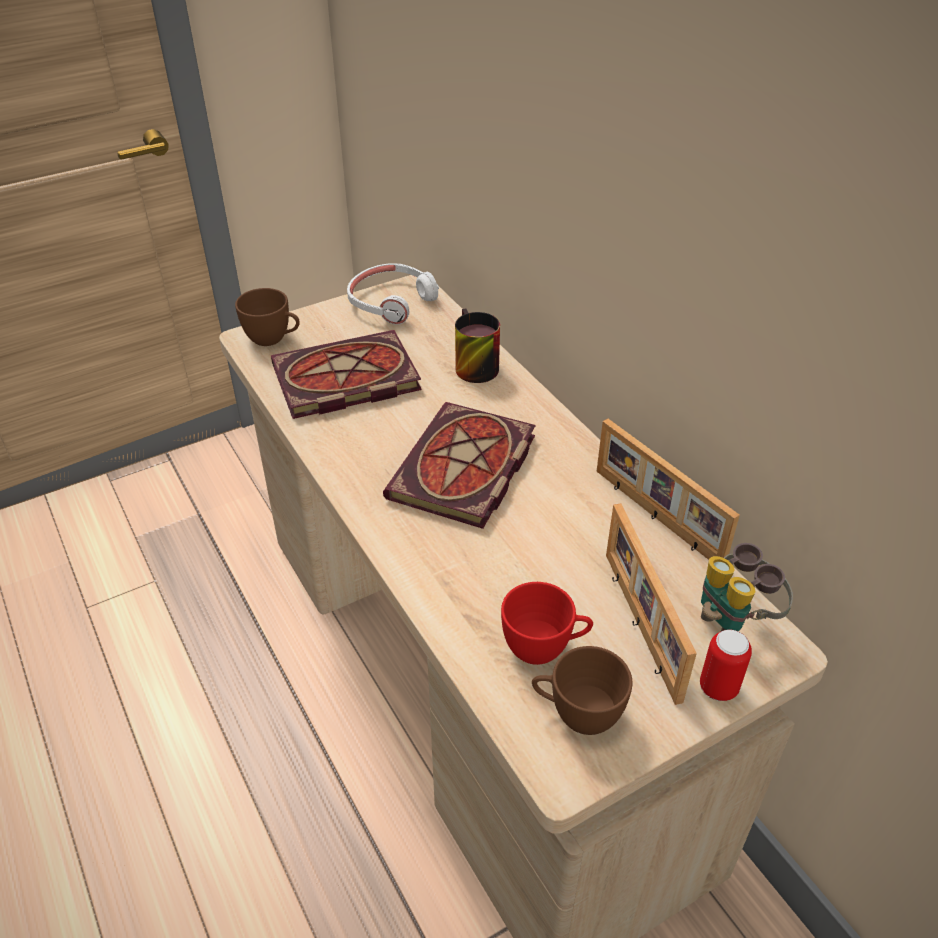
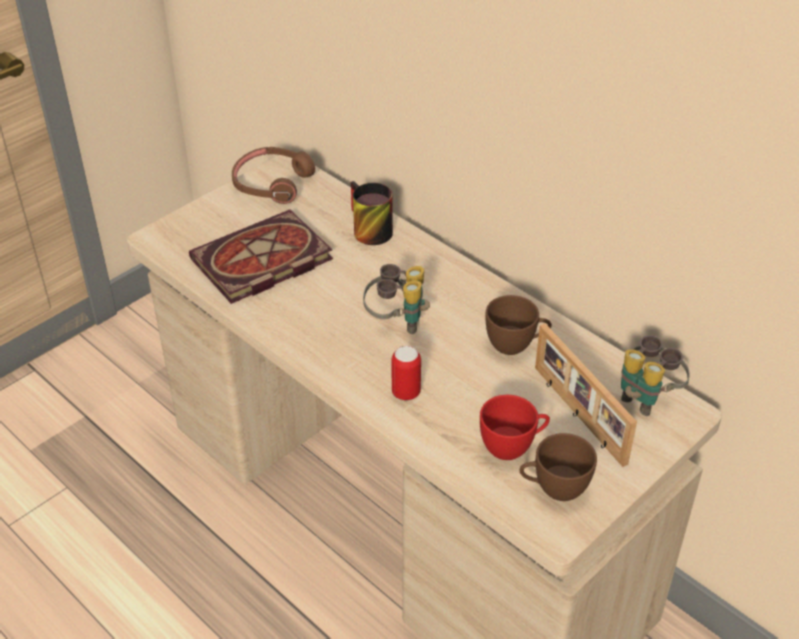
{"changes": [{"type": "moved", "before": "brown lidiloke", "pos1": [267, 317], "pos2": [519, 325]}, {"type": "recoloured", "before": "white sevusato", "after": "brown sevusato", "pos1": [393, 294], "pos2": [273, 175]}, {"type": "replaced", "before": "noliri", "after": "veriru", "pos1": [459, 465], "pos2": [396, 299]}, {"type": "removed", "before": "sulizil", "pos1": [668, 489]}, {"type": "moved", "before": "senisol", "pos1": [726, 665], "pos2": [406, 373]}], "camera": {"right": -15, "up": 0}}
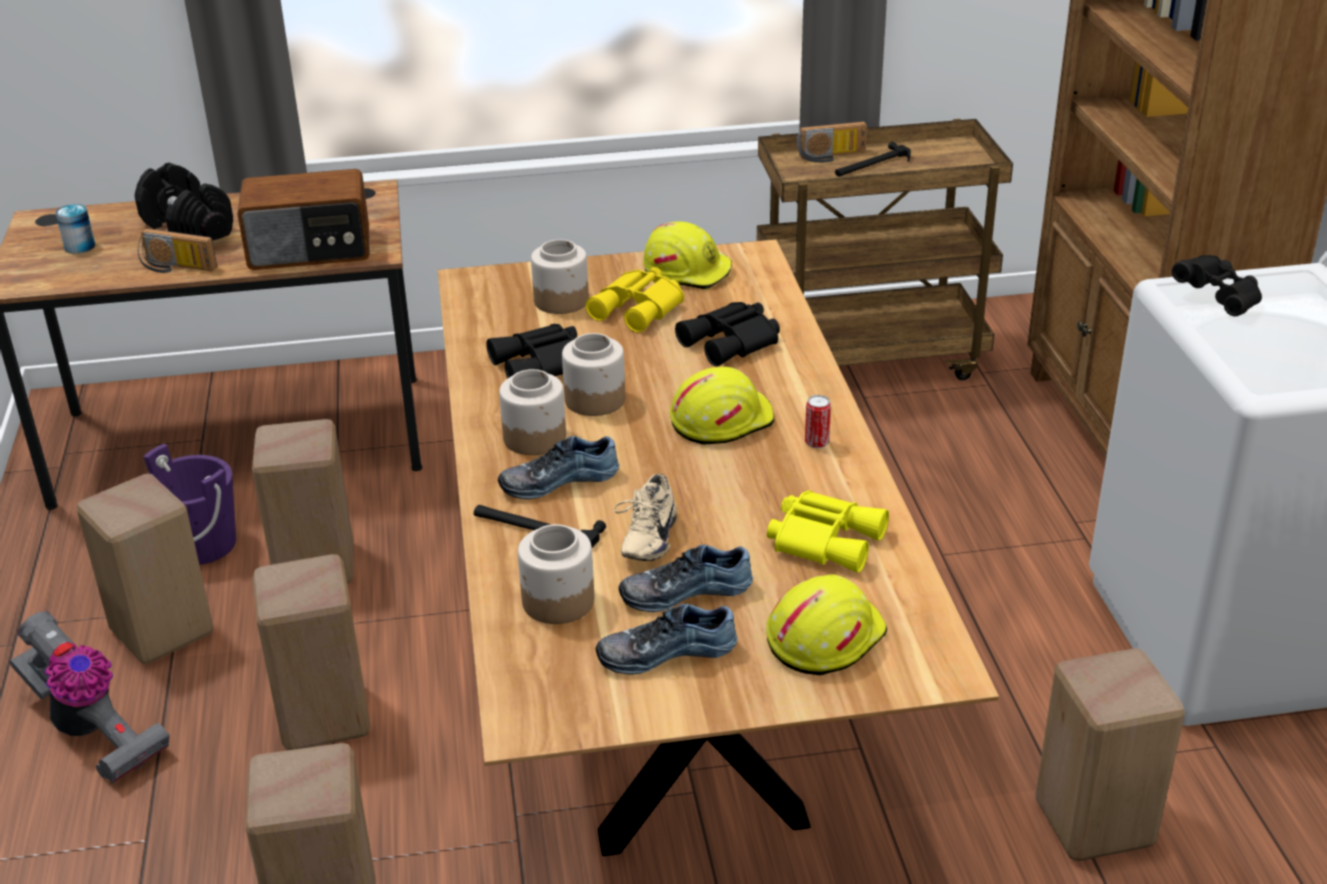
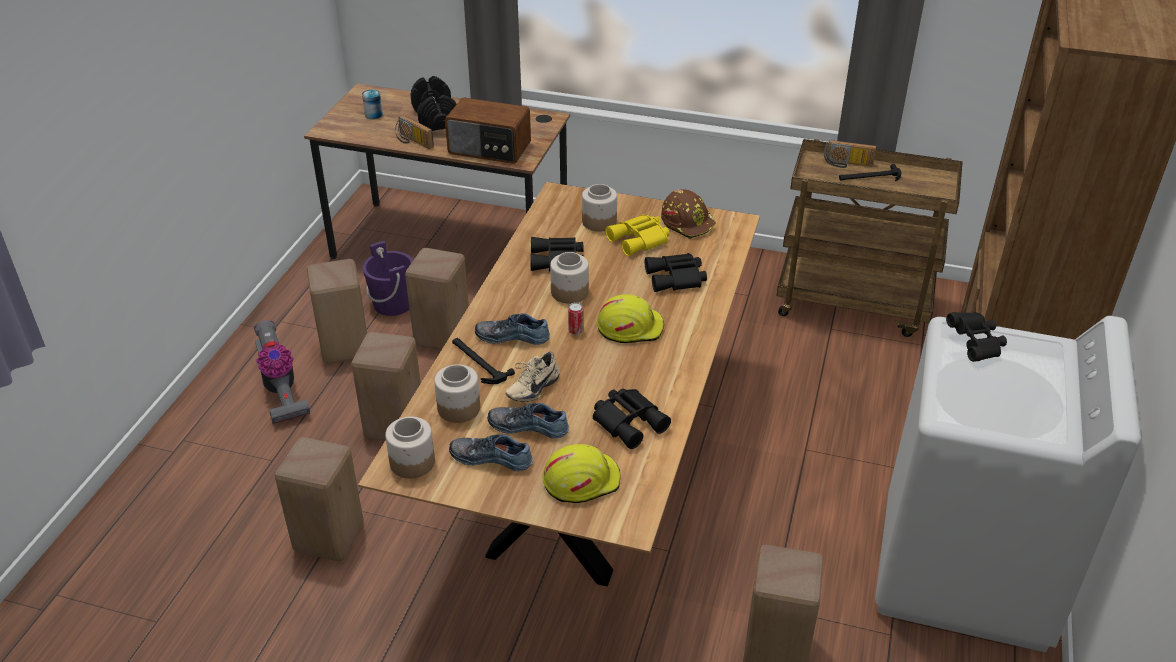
{"changes": [{"type": "moved", "before": "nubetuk", "pos1": [532, 412], "pos2": [410, 447]}, {"type": "recoloured", "before": "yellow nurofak", "after": "brown nurofak", "pos1": [687, 256], "pos2": [688, 214]}, {"type": "recoloured", "before": "yellow veriru", "after": "black veriru", "pos1": [828, 531], "pos2": [632, 419]}, {"type": "moved", "before": "senisol", "pos1": [818, 421], "pos2": [576, 318]}], "camera": {"right": 25, "up": 5}}
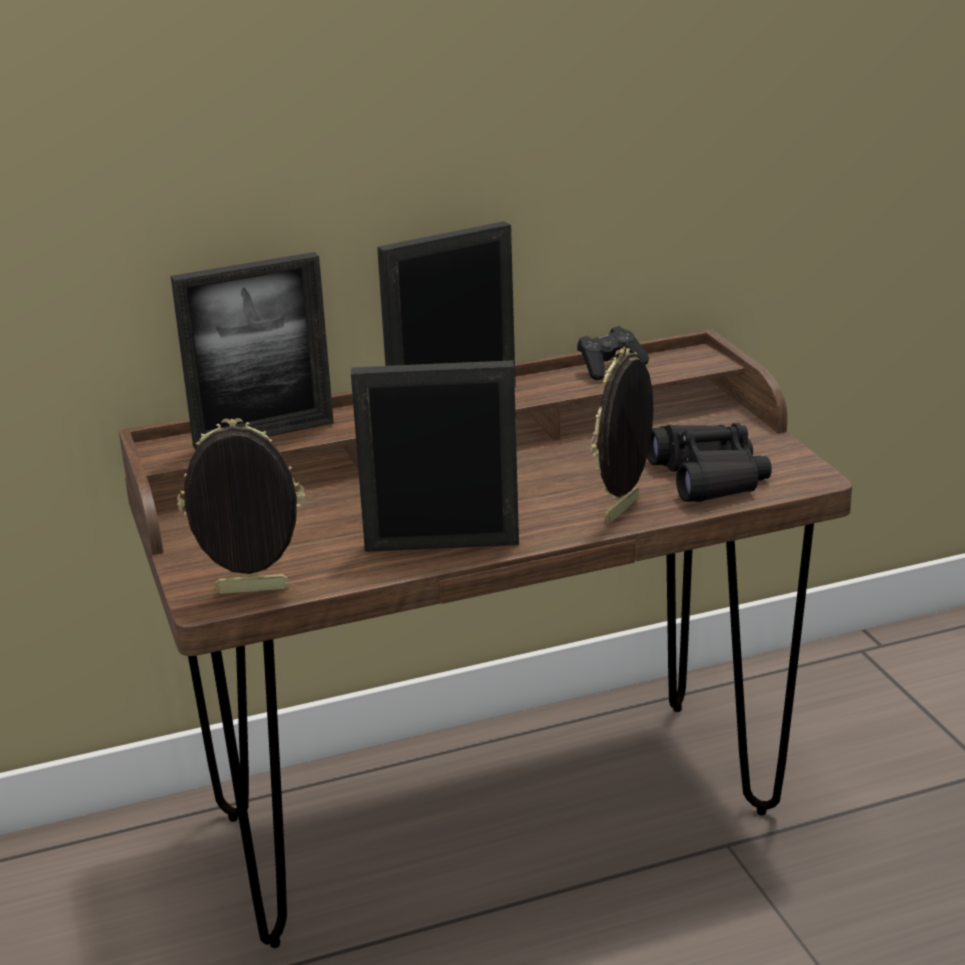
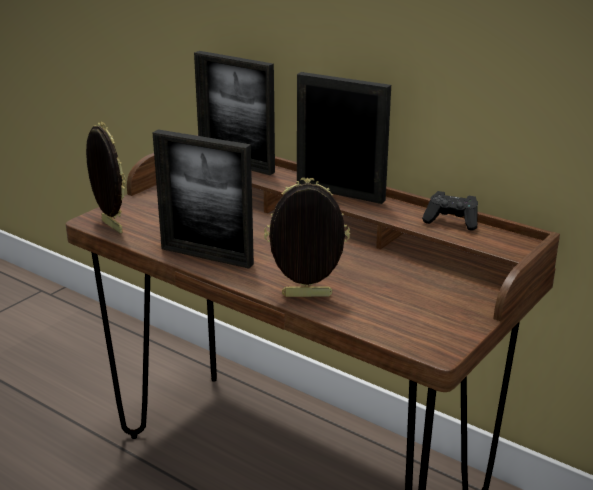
{"changes": [{"type": "turned", "before": "sulizil", "pos1": [435, 456], "pos2": [203, 199], "turn": 150}, {"type": "removed", "before": "black veriru", "pos1": [709, 462]}], "camera": {"right": 55, "up": 0}}
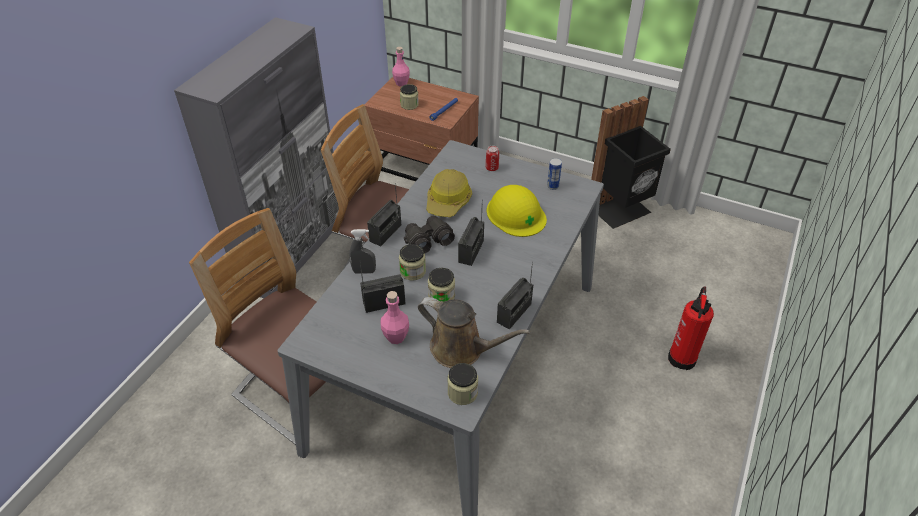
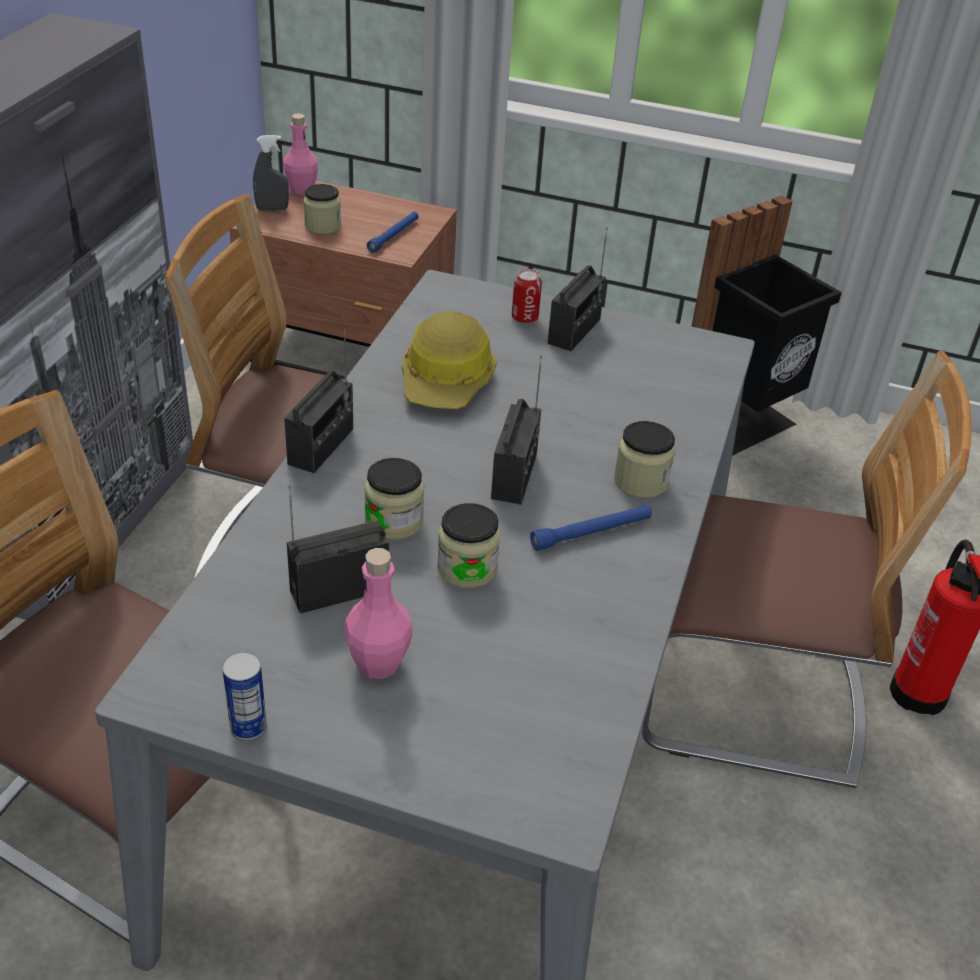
{"changes": [{"type": "moved", "before": "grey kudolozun", "pos1": [362, 251], "pos2": [271, 173]}, {"type": "removed", "before": "black veriru", "pos1": [429, 234]}, {"type": "removed", "before": "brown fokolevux", "pos1": [474, 332]}, {"type": "moved", "before": "nubetuk", "pos1": [462, 384], "pos2": [644, 459]}, {"type": "removed", "before": "yellow nurofak", "pos1": [517, 211]}, {"type": "moved", "before": "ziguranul", "pos1": [515, 296], "pos2": [577, 289]}, {"type": "moved", "before": "senisol", "pos1": [554, 174], "pos2": [244, 697]}, {"type": "added", "after": "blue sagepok", "pos2": [591, 528]}, {"type": "added", "after": "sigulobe", "pos2": [806, 569]}], "camera": {"right": -10, "up": -5}}
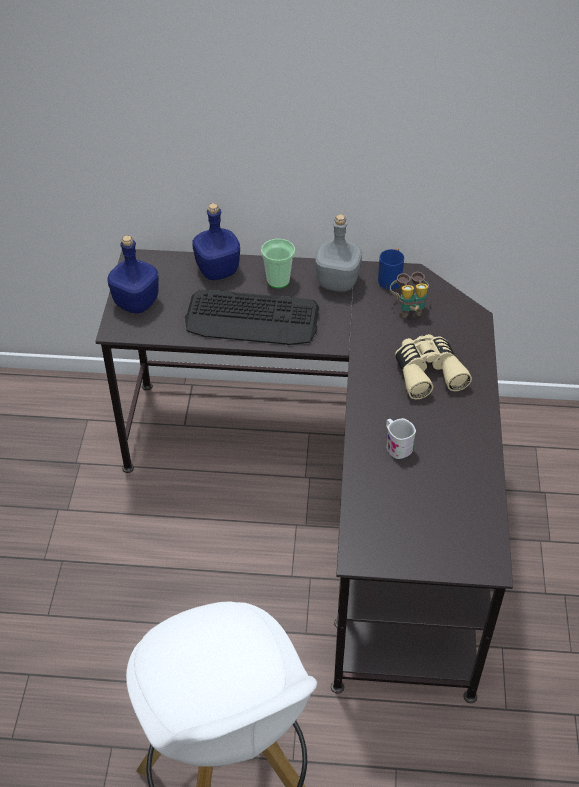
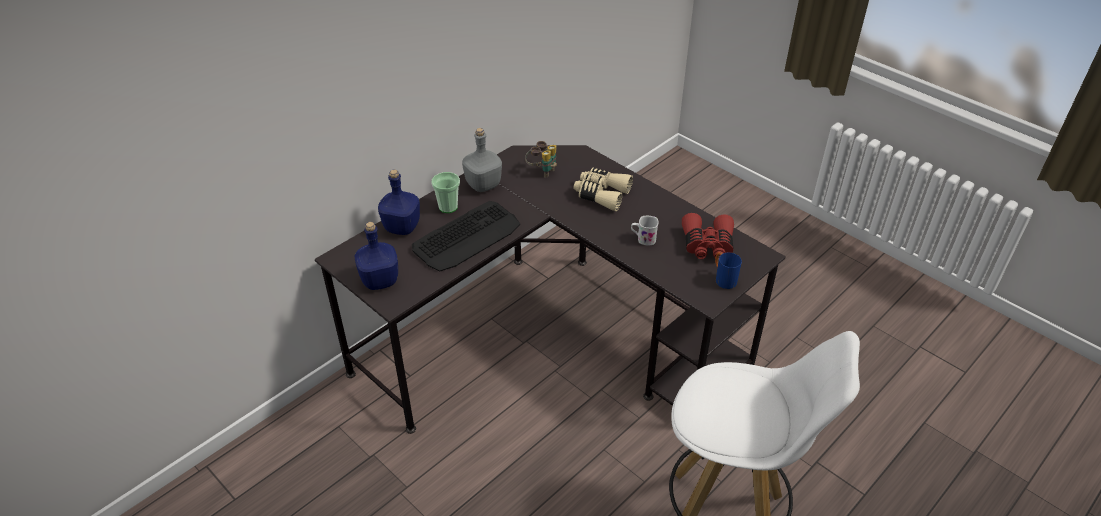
{"changes": [{"type": "moved", "before": "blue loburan", "pos1": [391, 269], "pos2": [728, 270]}, {"type": "added", "after": "red veriru", "pos2": [708, 236]}], "camera": {"right": -50, "up": -5}}
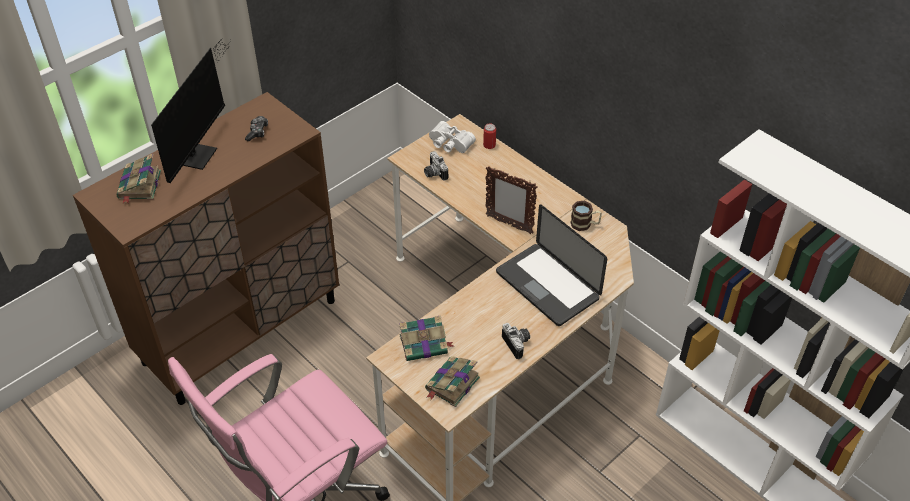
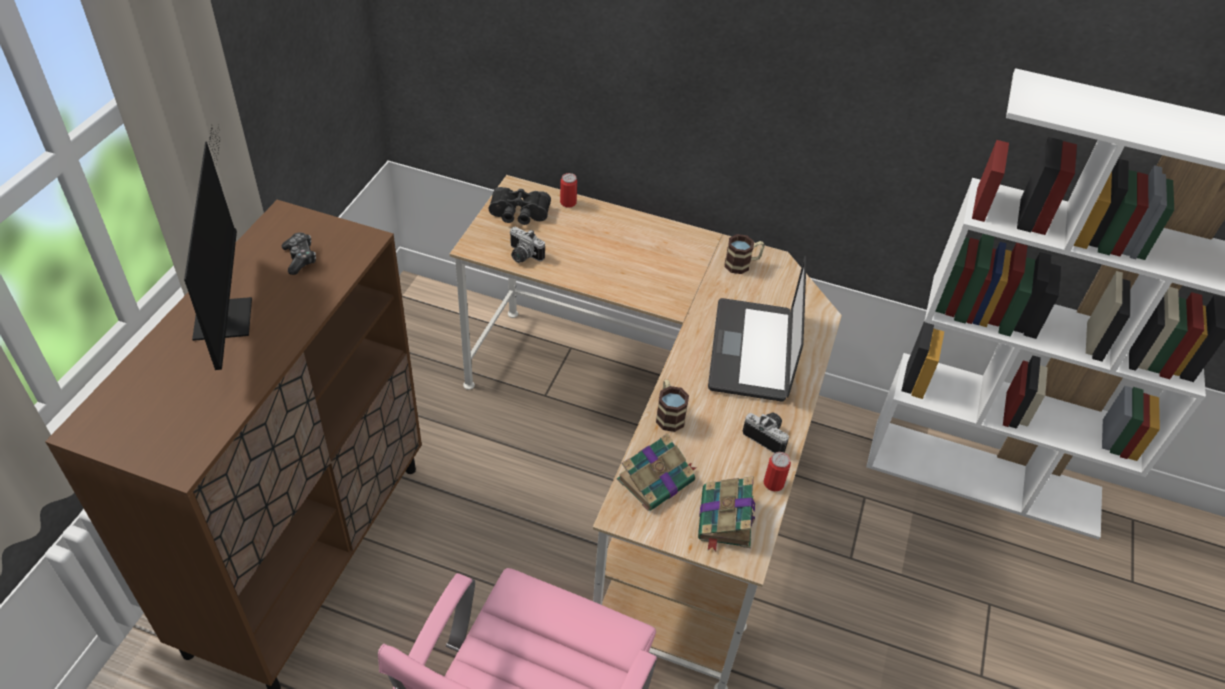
{"changes": [{"type": "removed", "before": "noliri", "pos1": [139, 178]}, {"type": "recoloured", "before": "white veriru", "after": "black veriru", "pos1": [452, 137], "pos2": [520, 206]}, {"type": "removed", "before": "sulizil", "pos1": [511, 200]}, {"type": "turned", "before": "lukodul", "pos1": [551, 265], "pos2": [757, 328], "turn": 75}, {"type": "added", "after": "loburan", "pos2": [672, 405]}, {"type": "added", "after": "senisol", "pos2": [777, 471]}], "camera": {"right": -30, "up": 0}}
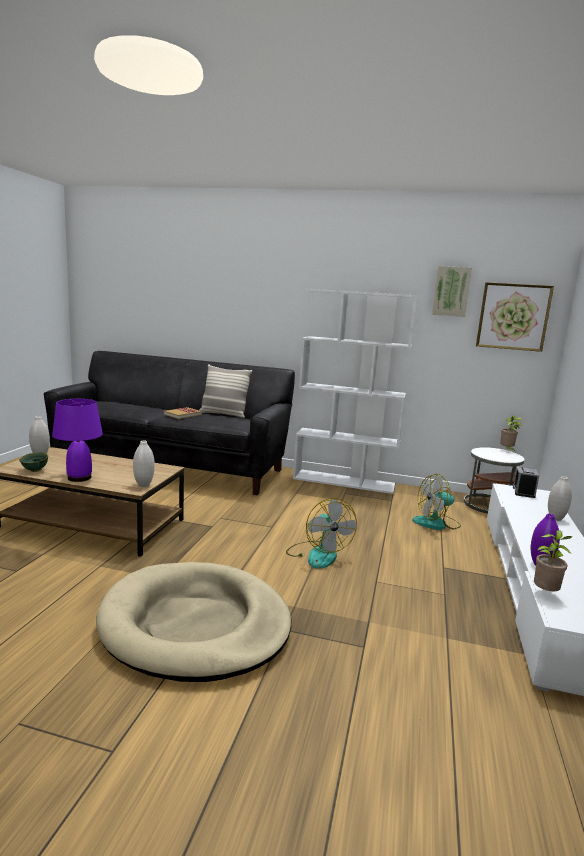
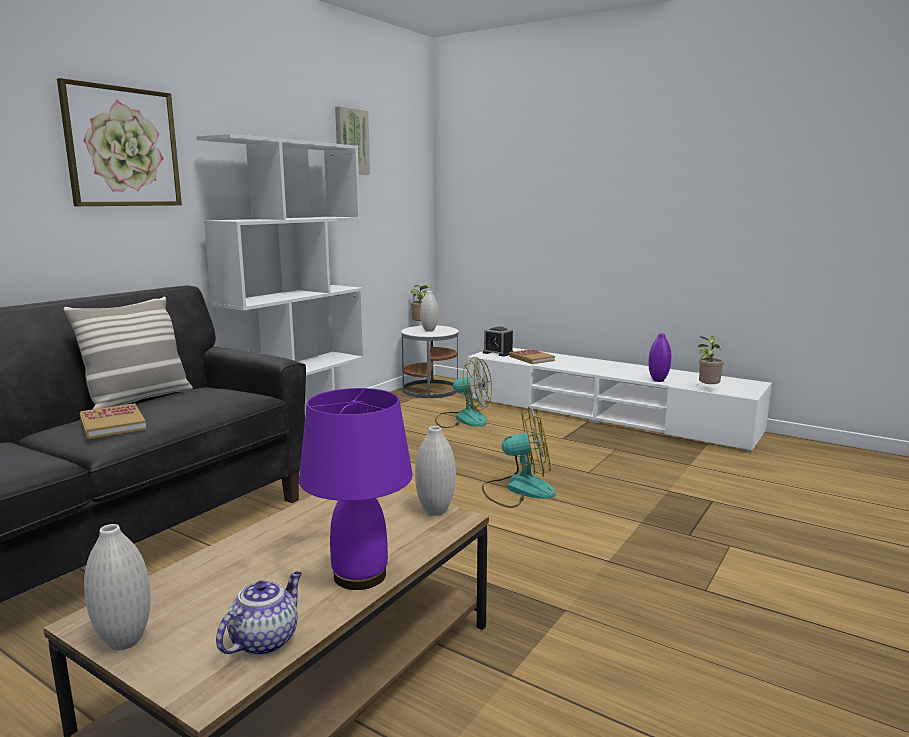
{"changes": [{"type": "replaced", "before": "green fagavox", "after": "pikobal", "pos1": [33, 462], "pos2": [259, 613]}, {"type": "removed", "before": "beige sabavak", "pos1": [193, 622]}, {"type": "turned", "before": "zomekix", "pos1": [436, 502], "pos2": [463, 392], "turn": -75}, {"type": "moved", "before": "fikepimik", "pos1": [515, 317], "pos2": [119, 142]}, {"type": "moved", "before": "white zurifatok", "pos1": [560, 498], "pos2": [429, 311]}, {"type": "added", "after": "noliri", "pos2": [532, 356]}], "camera": {"right": -70, "up": 0}}
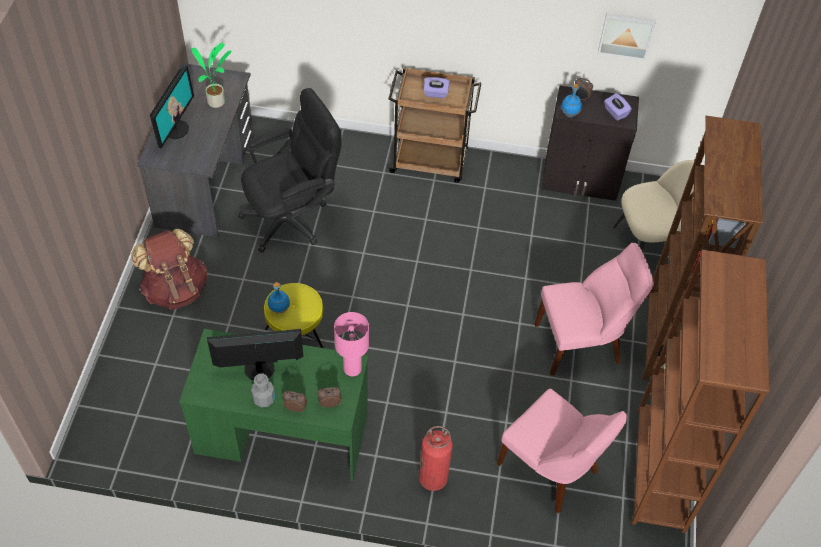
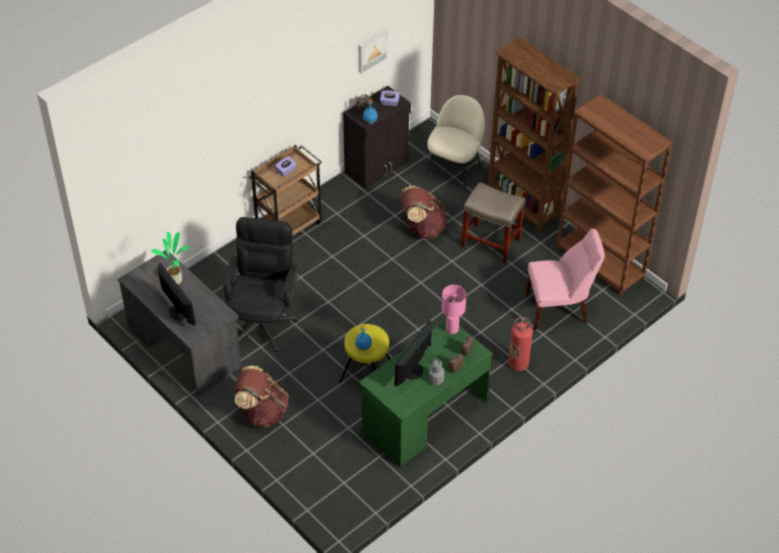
{"changes": [{"type": "replaced", "before": "pink sigulobe", "after": "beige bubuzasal", "pos1": [594, 309], "pos2": [493, 222]}, {"type": "added", "after": "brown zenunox", "pos2": [424, 212]}], "camera": {"right": -50, "up": -5}}
